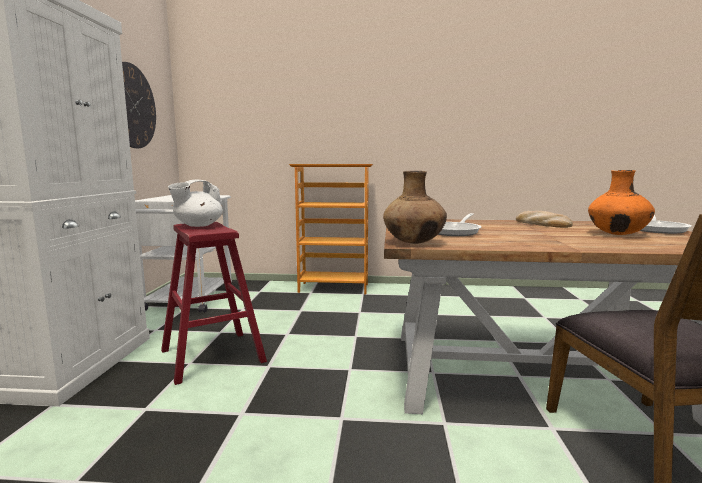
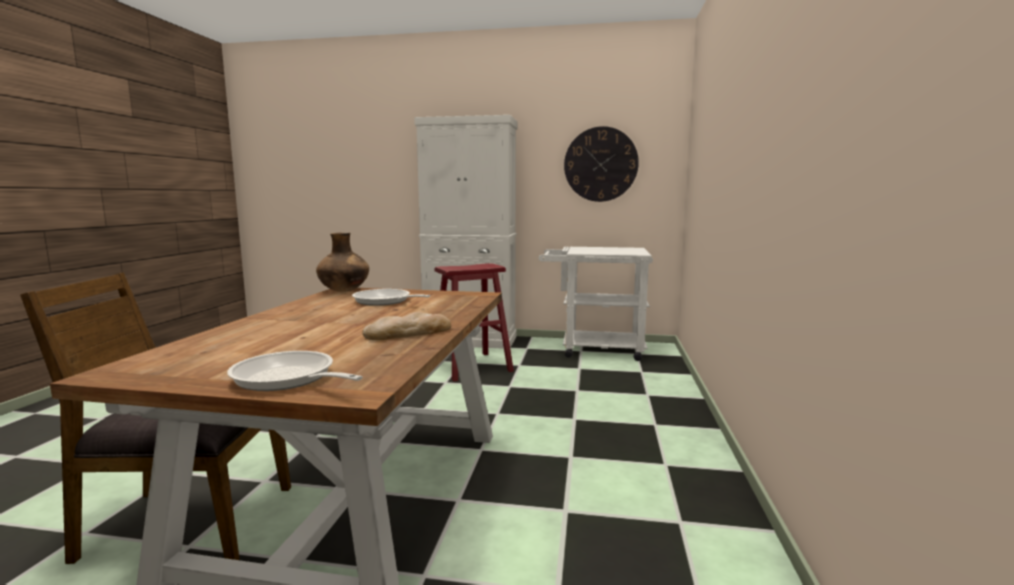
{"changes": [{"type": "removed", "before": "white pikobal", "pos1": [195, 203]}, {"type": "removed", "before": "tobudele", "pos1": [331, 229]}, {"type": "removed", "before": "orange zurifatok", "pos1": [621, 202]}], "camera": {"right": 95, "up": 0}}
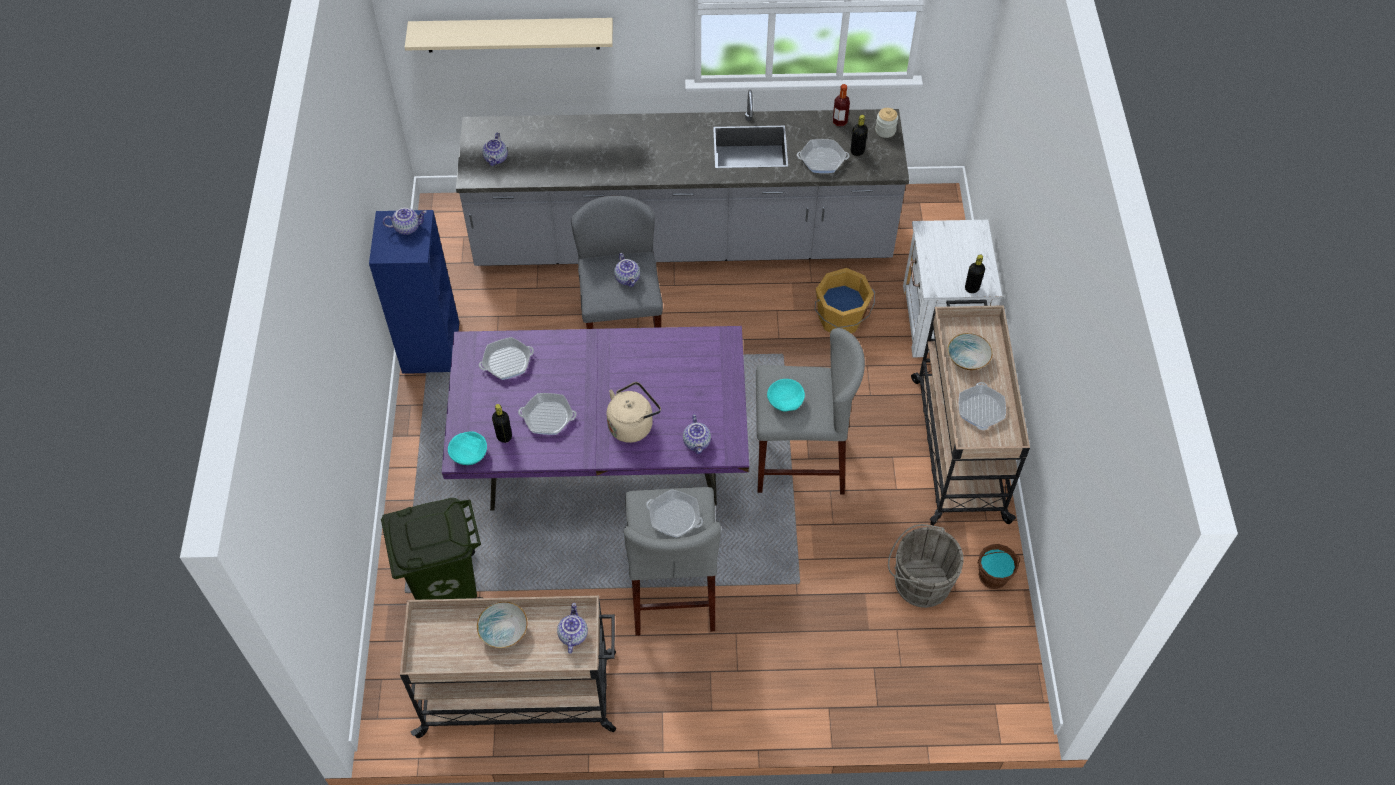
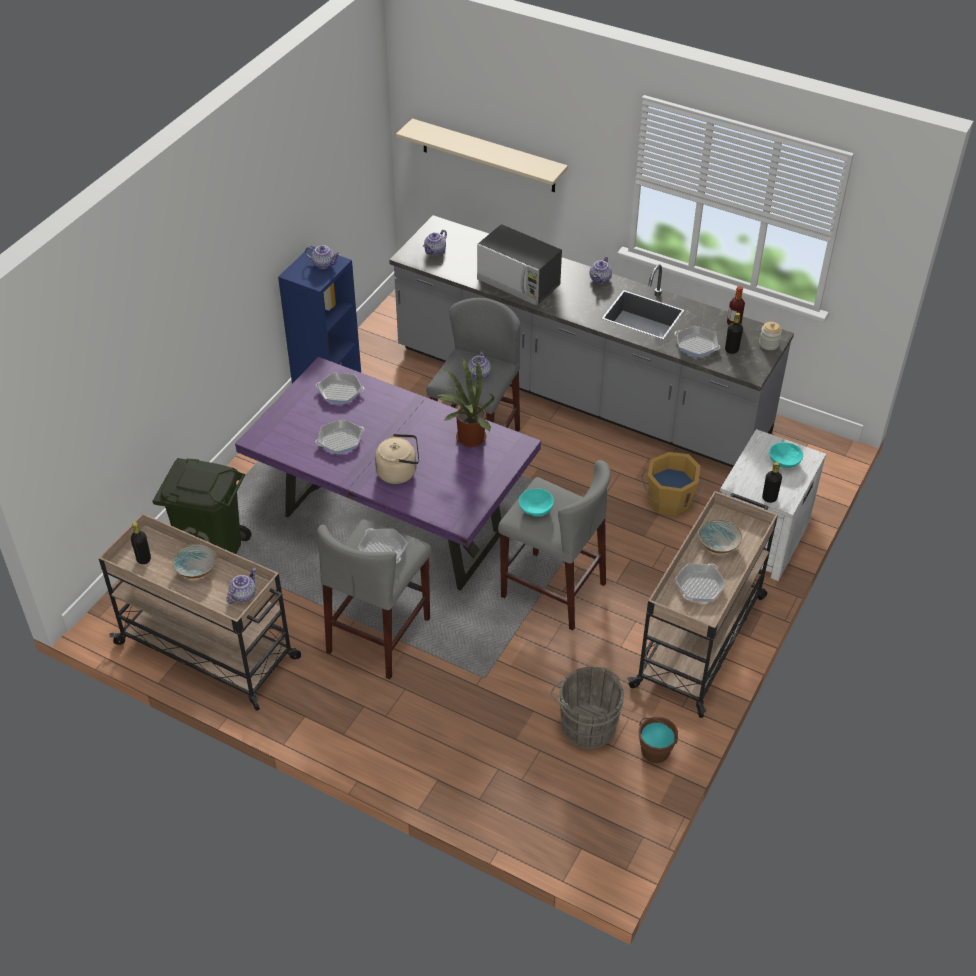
{"changes": [{"type": "moved", "before": "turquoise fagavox", "pos1": [467, 448], "pos2": [786, 455]}, {"type": "moved", "before": "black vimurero", "pos1": [502, 423], "pos2": [141, 543]}, {"type": "turned", "before": "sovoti", "pos1": [547, 414], "pos2": [340, 436], "turn": -60}, {"type": "moved", "before": "pikobal", "pos1": [697, 434], "pos2": [601, 270]}, {"type": "added", "after": "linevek", "pos2": [465, 402]}, {"type": "added", "after": "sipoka", "pos2": [519, 265]}], "camera": {"right": 30, "up": -10}}
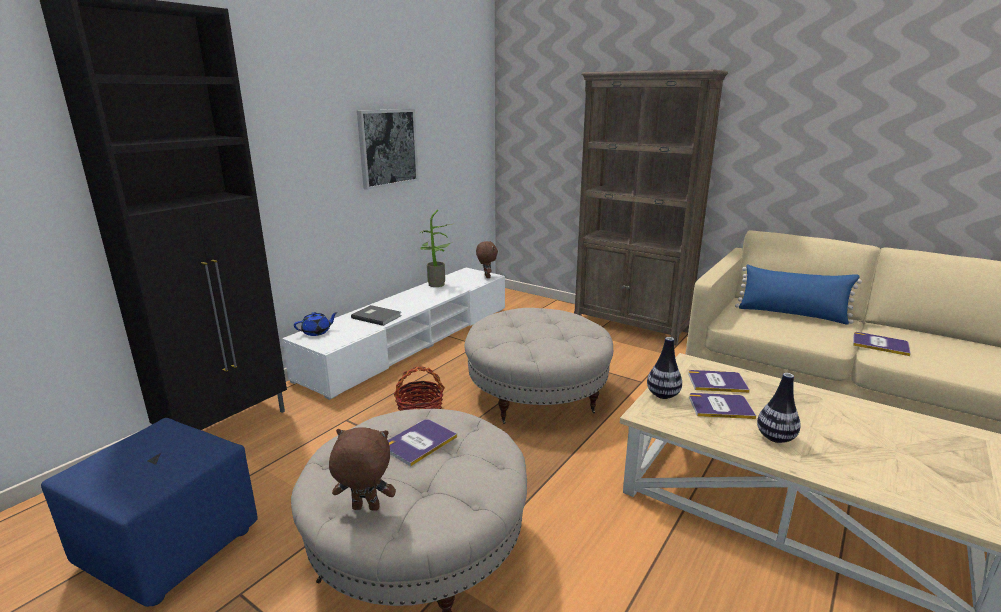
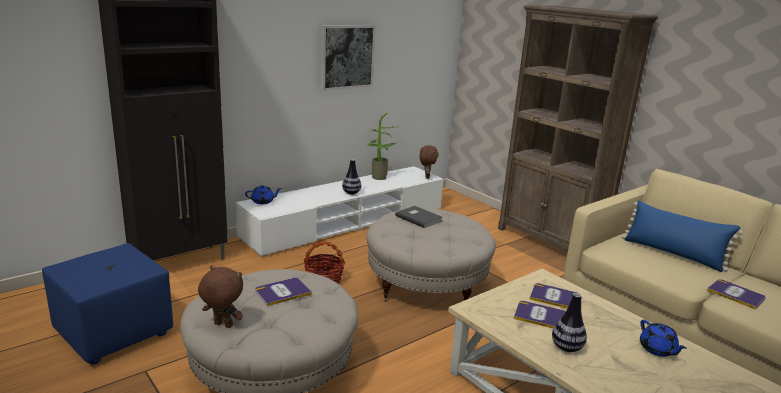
{"changes": [{"type": "moved", "before": "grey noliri", "pos1": [376, 315], "pos2": [419, 217]}, {"type": "moved", "before": "zurifatok", "pos1": [664, 368], "pos2": [351, 177]}, {"type": "added", "after": "blue pikobal", "pos2": [663, 338]}], "camera": {"right": 15, "up": 0}}
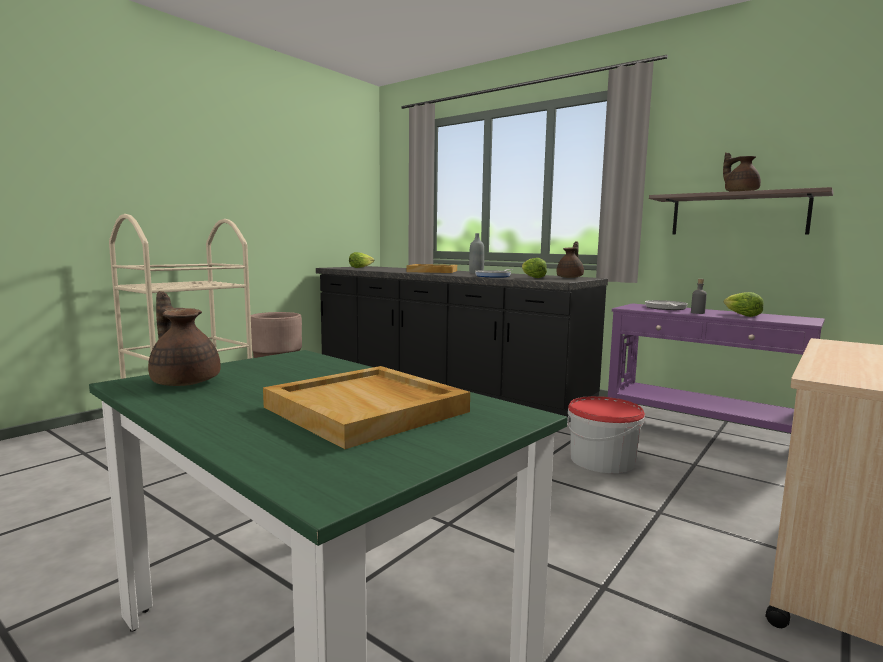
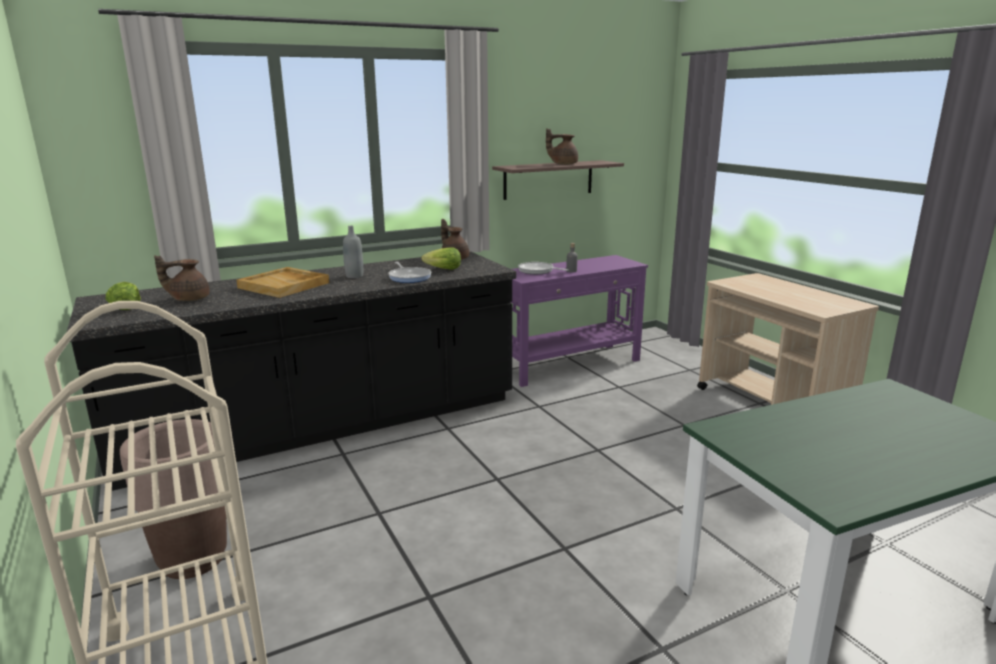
{"changes": [{"type": "moved", "before": "brown pikobal", "pos1": [184, 338], "pos2": [182, 278]}, {"type": "removed", "before": "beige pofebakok", "pos1": [366, 407]}, {"type": "removed", "before": "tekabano", "pos1": [606, 434]}, {"type": "removed", "before": "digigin", "pos1": [744, 304]}], "camera": {"right": -65, "up": 10}}
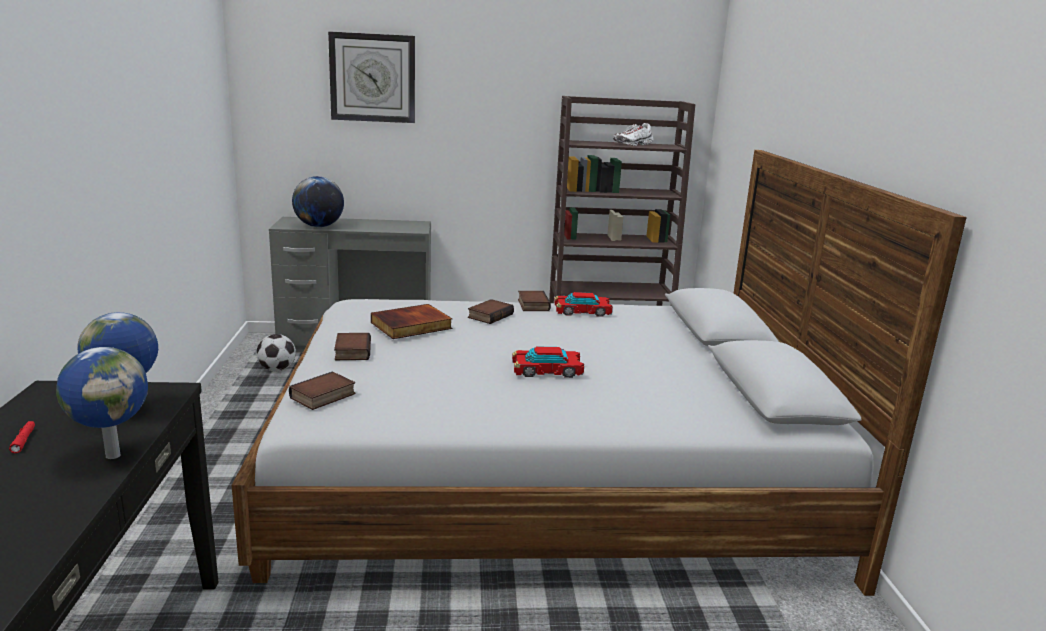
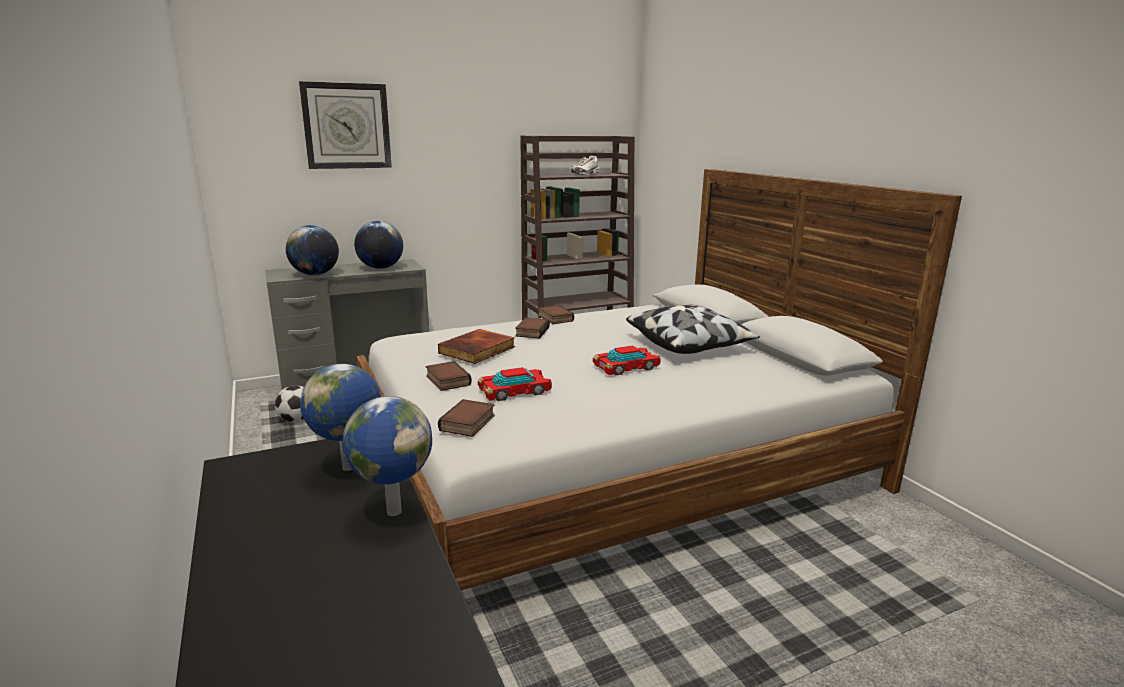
{"changes": [{"type": "removed", "before": "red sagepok", "pos1": [22, 437]}, {"type": "moved", "before": "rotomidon", "pos1": [583, 304], "pos2": [515, 384]}, {"type": "added", "after": "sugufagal", "pos2": [378, 245]}, {"type": "added", "after": "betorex", "pos2": [693, 329]}], "camera": {"right": -20, "up": 0}}
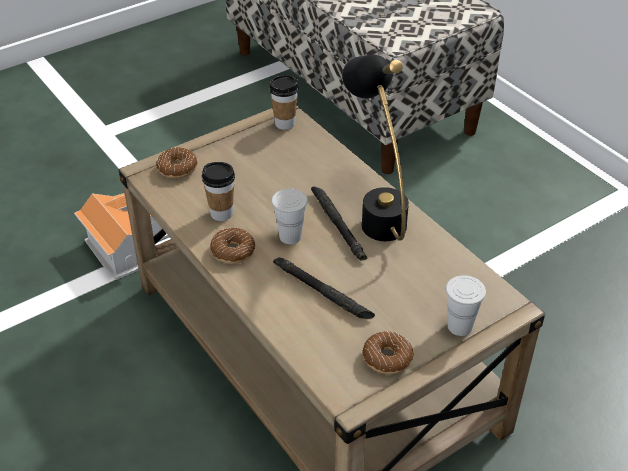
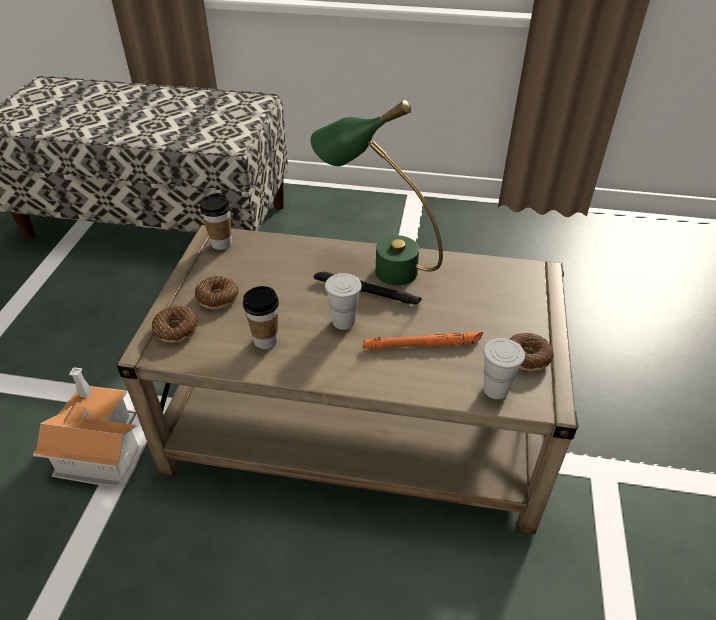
{"changes": [{"type": "moved", "before": "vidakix", "pos1": [232, 246], "pos2": [217, 292]}, {"type": "recoloured", "before": "black sagepok", "after": "orange sagepok", "pos1": [324, 288], "pos2": [422, 340]}, {"type": "recoloured", "before": "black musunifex", "after": "green musunifex", "pos1": [375, 148], "pos2": [377, 192]}, {"type": "moved", "before": "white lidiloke", "pos1": [466, 305], "pos2": [504, 368]}], "camera": {"right": -45, "up": 0}}
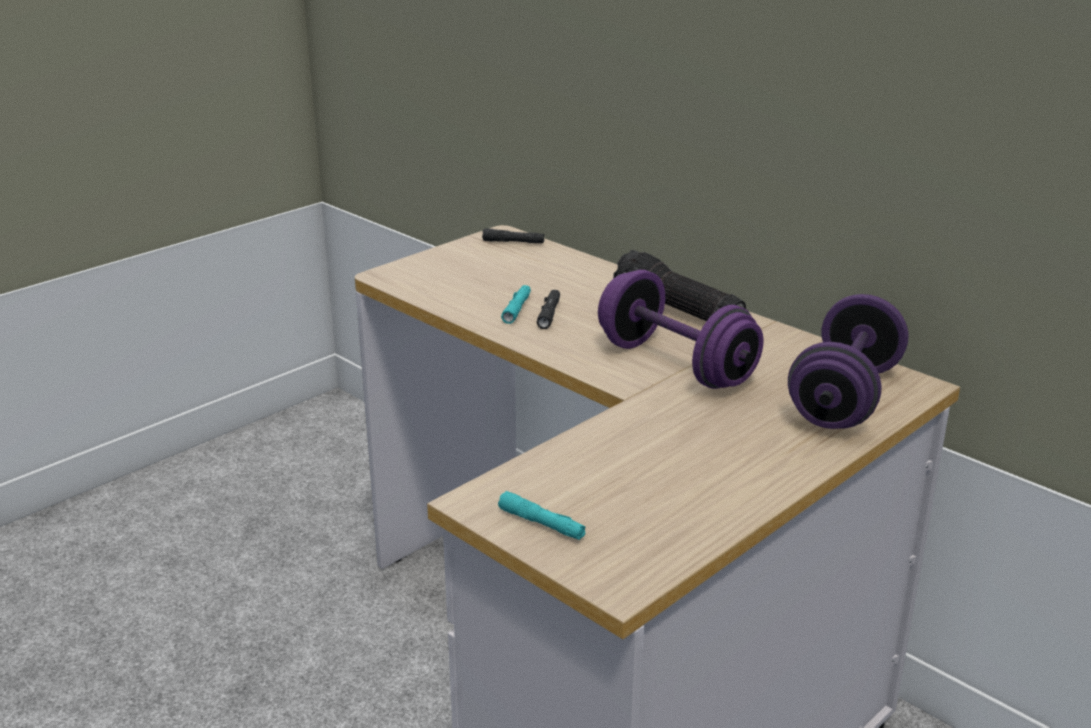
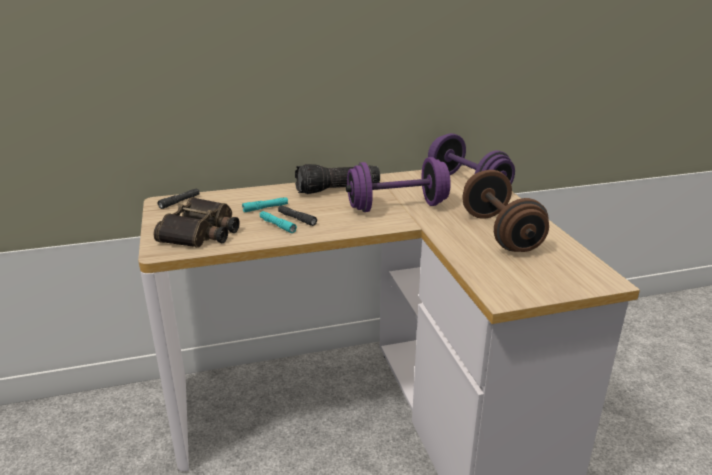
{"changes": [{"type": "moved", "before": "turquoise sagepok", "pos1": [541, 515], "pos2": [265, 204]}, {"type": "added", "after": "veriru", "pos2": [197, 222]}, {"type": "added", "after": "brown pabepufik", "pos2": [505, 211]}], "camera": {"right": -60, "up": 0}}
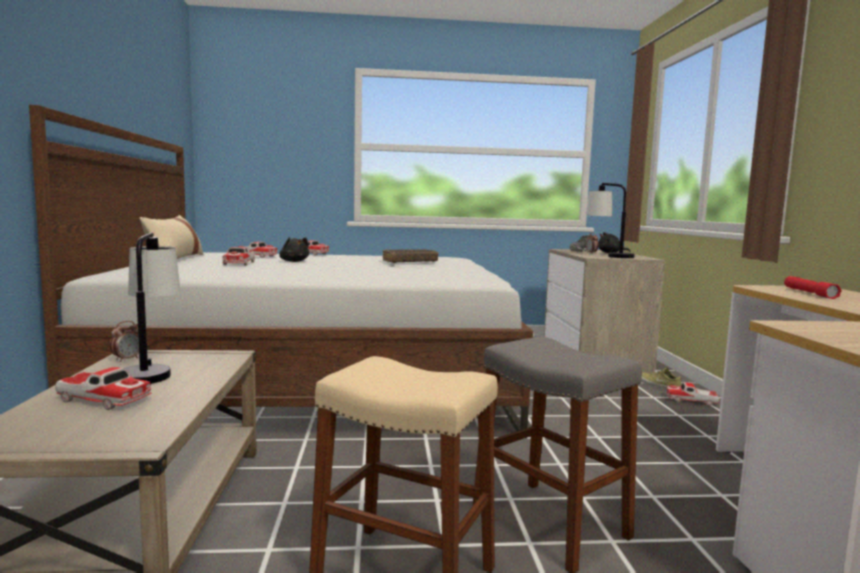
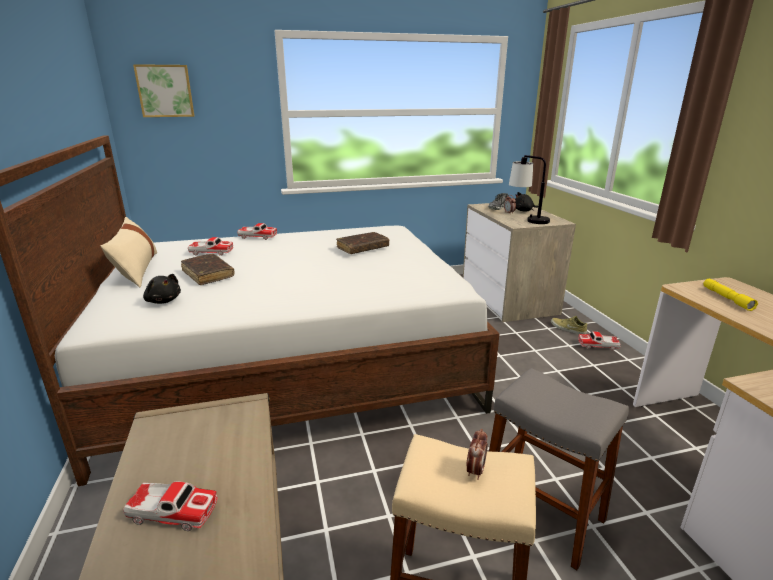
{"changes": [{"type": "moved", "before": "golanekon", "pos1": [124, 341], "pos2": [477, 454]}, {"type": "removed", "before": "musunifex", "pos1": [152, 308]}, {"type": "replaced", "before": "rotomidon", "after": "brown noliri", "pos1": [238, 256], "pos2": [208, 269]}, {"type": "moved", "before": "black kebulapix", "pos1": [294, 249], "pos2": [162, 289]}, {"type": "recoloured", "before": "red sagepok", "after": "yellow sagepok", "pos1": [813, 287], "pos2": [730, 295]}, {"type": "added", "after": "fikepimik", "pos2": [163, 90]}], "camera": {"right": -10, "up": 15}}
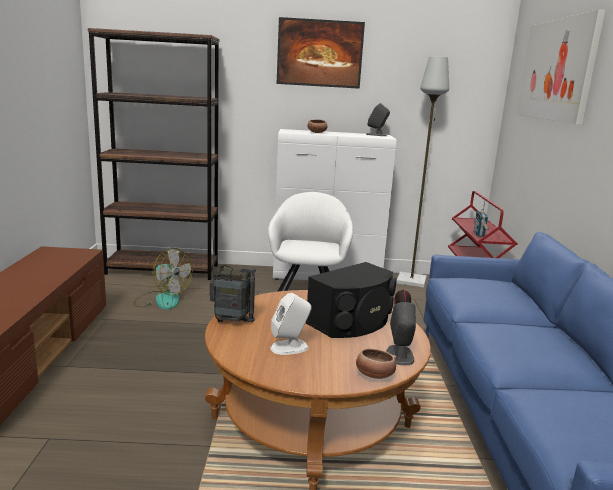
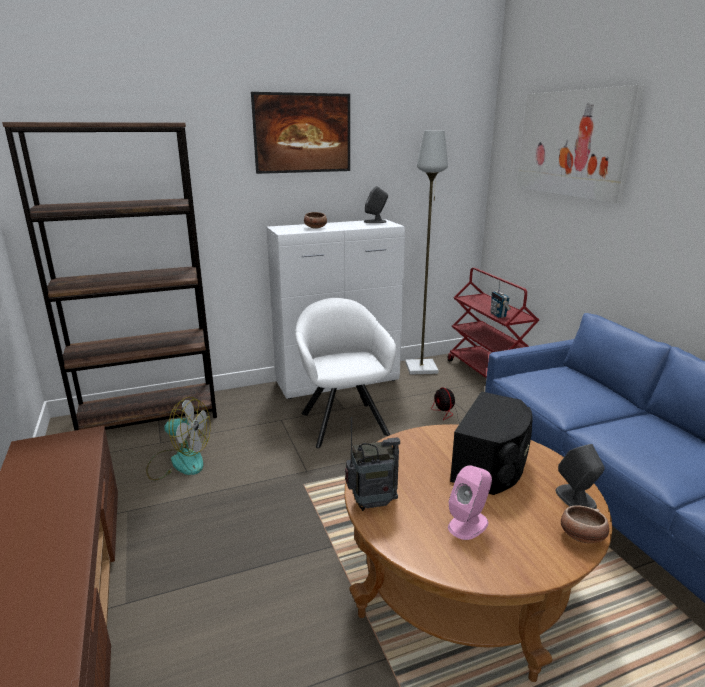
{"changes": [{"type": "recoloured", "before": "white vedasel", "after": "pink vedasel", "pos1": [291, 324], "pos2": [470, 502]}], "camera": {"right": -20, "up": 5}}
